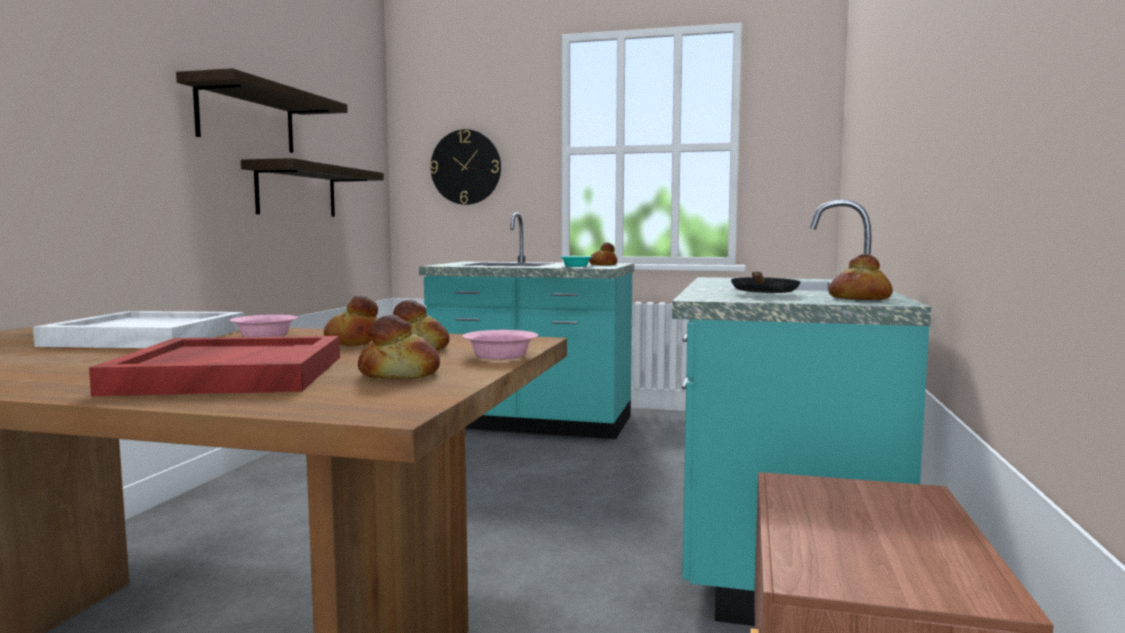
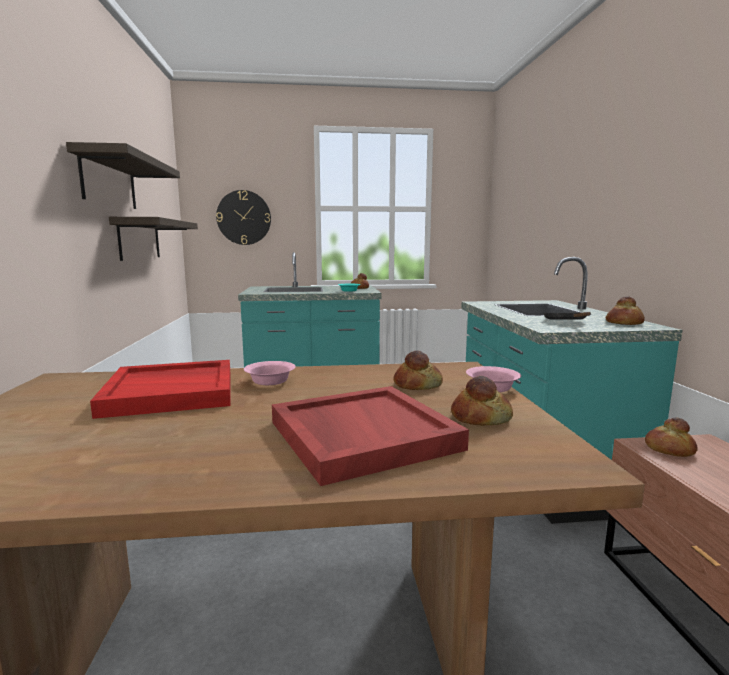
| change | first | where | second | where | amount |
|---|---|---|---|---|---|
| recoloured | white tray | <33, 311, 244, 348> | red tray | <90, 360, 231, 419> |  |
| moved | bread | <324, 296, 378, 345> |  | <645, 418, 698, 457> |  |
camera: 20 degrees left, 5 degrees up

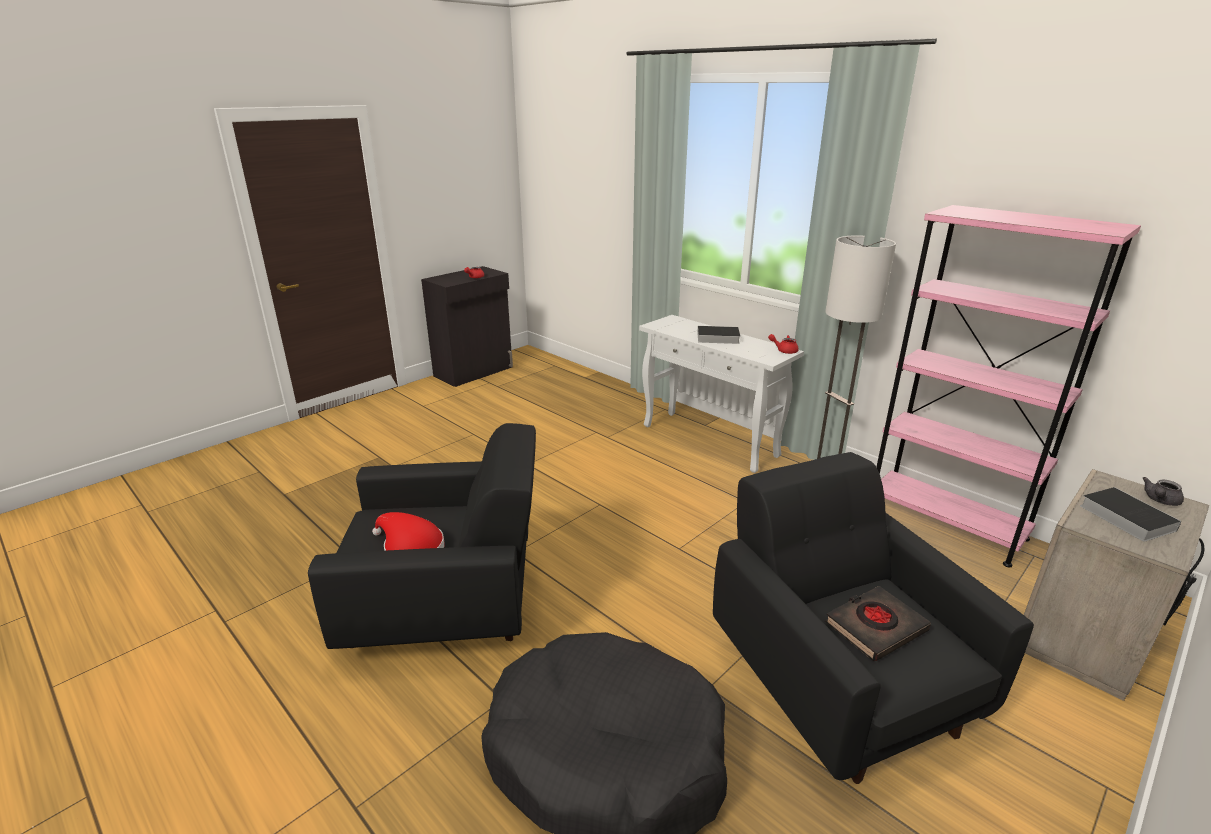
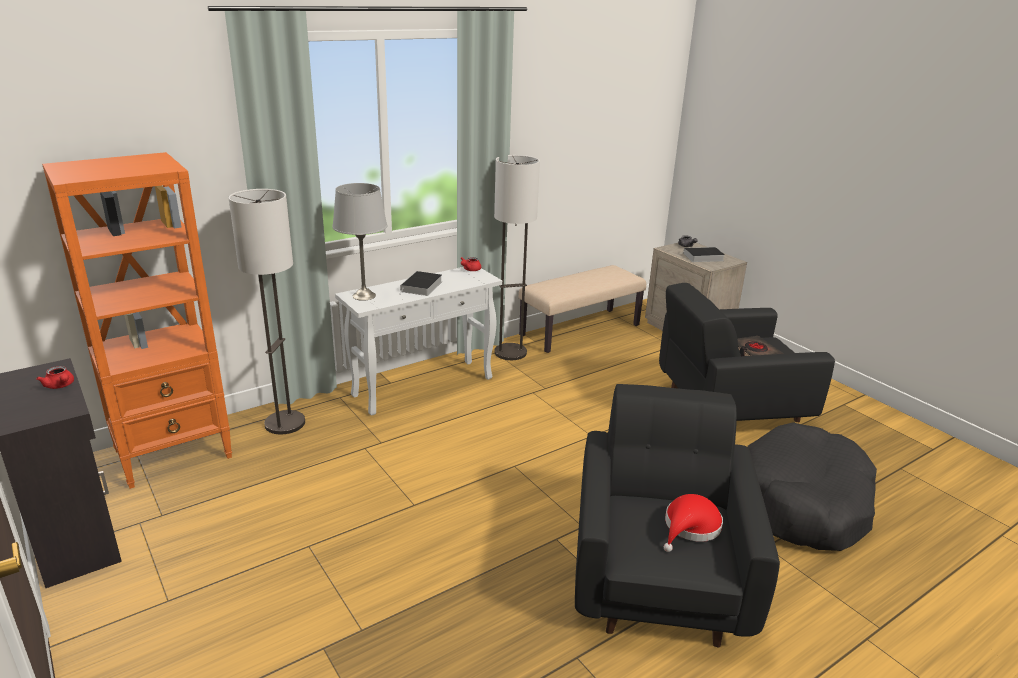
| change | first | where | second | where | amount |
|---|---|---|---|---|---|
| added |  |  | orange bookcase | <42, 152, 232, 489> |  |
| added |  |  | floor lamp | <228, 189, 305, 434> |  |
| added |  |  | grey table lamp | <332, 183, 387, 301> |  |
| replaced | pink bookcase | <877, 205, 1141, 567> | beige bench | <519, 265, 646, 353> |  |
camera: 80 degrees left, 0 degrees up

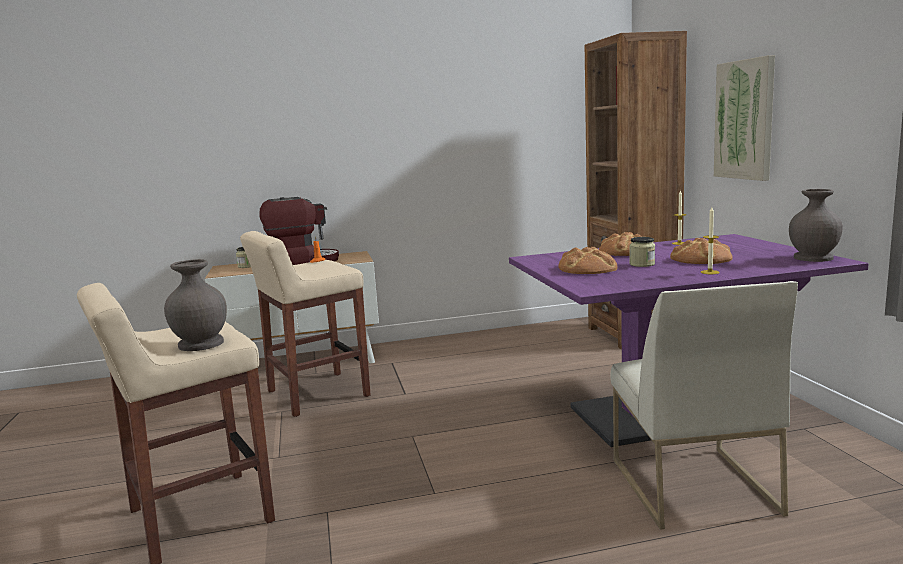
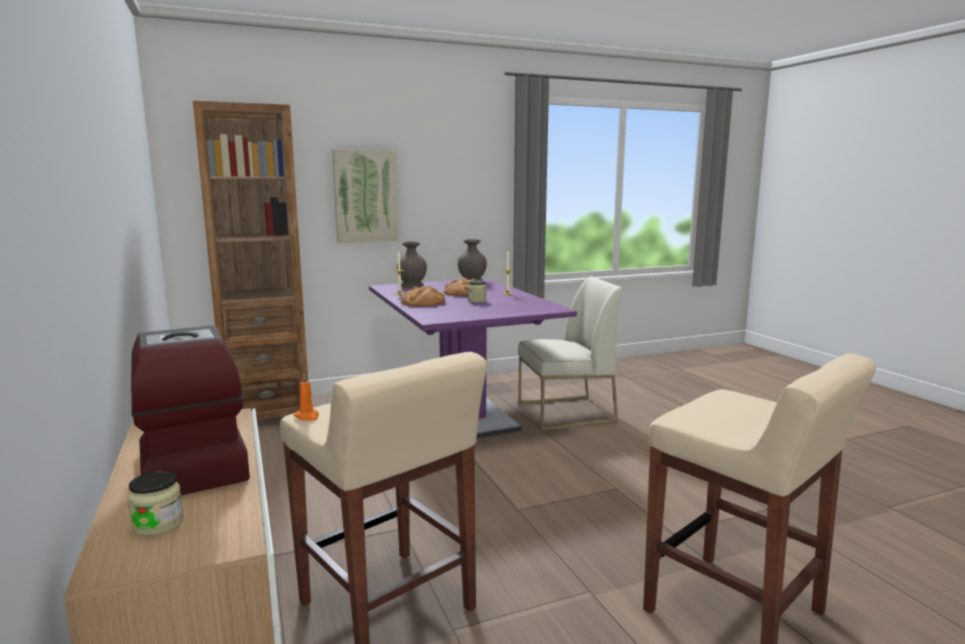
| change | first | where | second | where | amount |
|---|---|---|---|---|---|
| moved | grey vase | <164, 259, 227, 351> |  | <397, 242, 427, 288> |  |
| removed | bread | <558, 247, 618, 274> |  |  |  |
camera: 100 degrees left, 0 degrees up

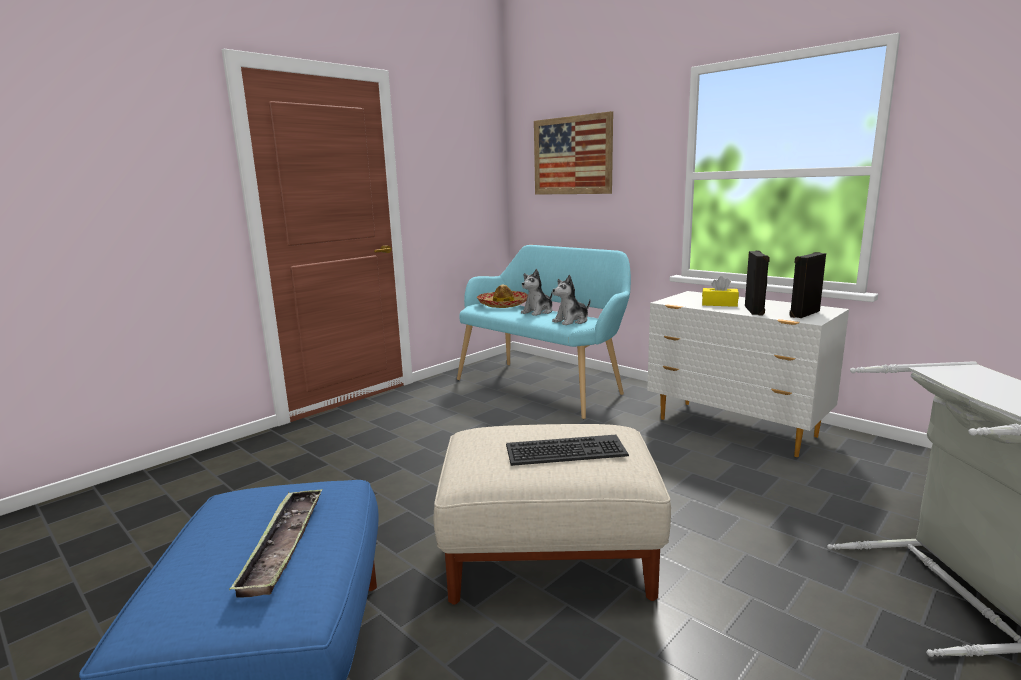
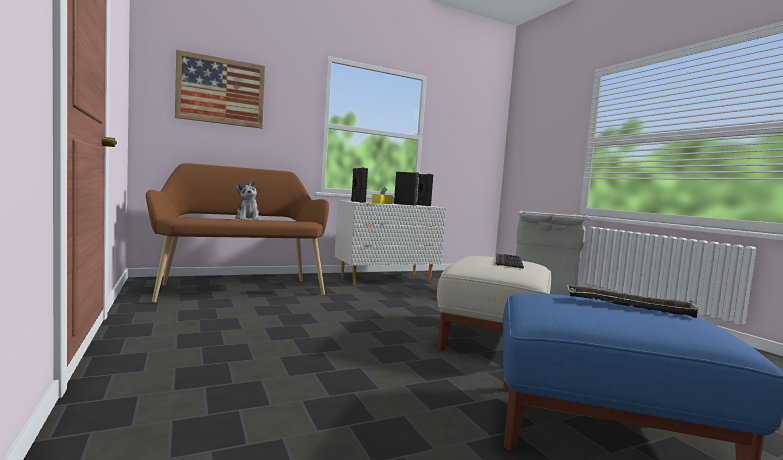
| change | first | where | second | where | amount |
|---|---|---|---|---|---|
| recoloured | turquoise bench | <457, 245, 631, 419> | brown bench | <146, 163, 329, 303> |  |
| added |  |  | black speaker | <351, 168, 368, 203> |  |
| removed | hat | <477, 284, 528, 308> |  |  |  |
| removed | plush toy | <552, 275, 590, 325> |  |  |  |
camera: 70 degrees left, 10 degrees down

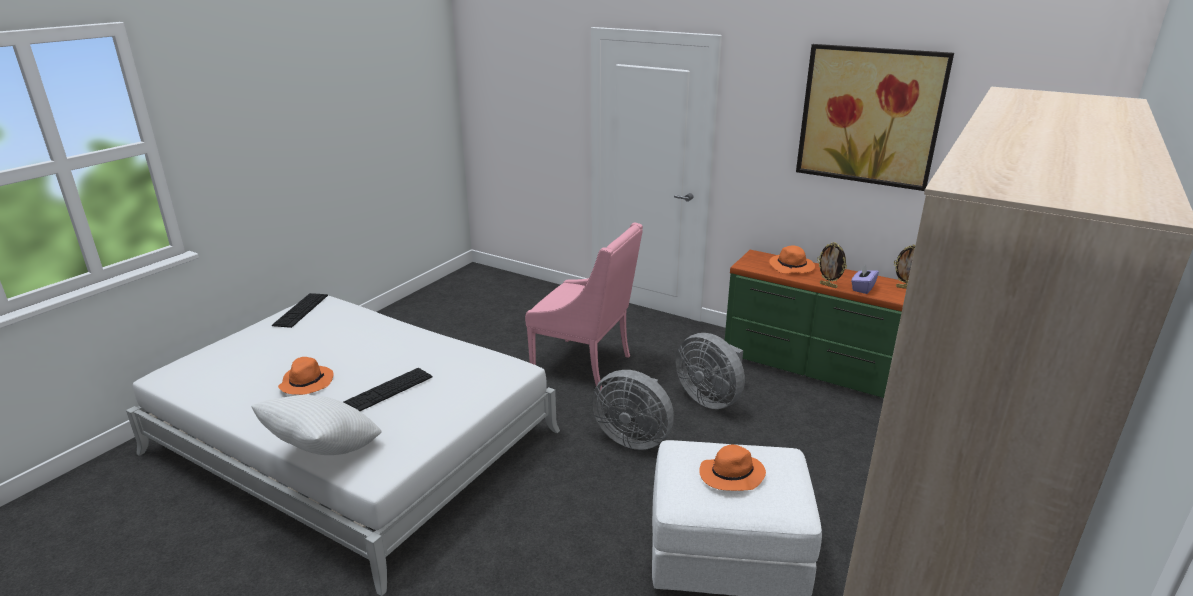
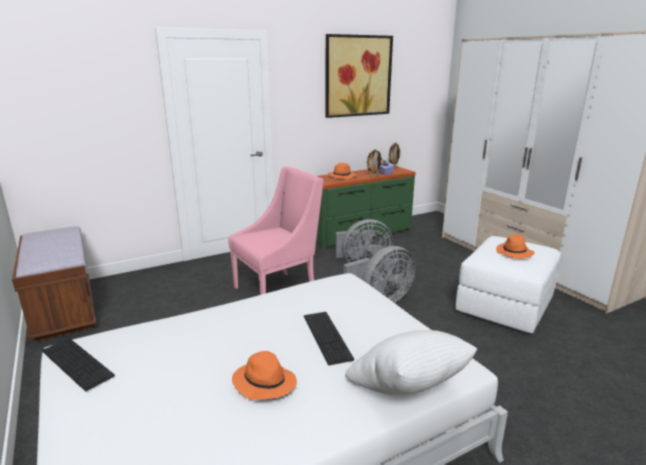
| change | first | where | second | where | amount |
|---|---|---|---|---|---|
| added |  |  | brown bench | <12, 226, 96, 342> |  |
camera: 60 degrees left, 5 degrees down

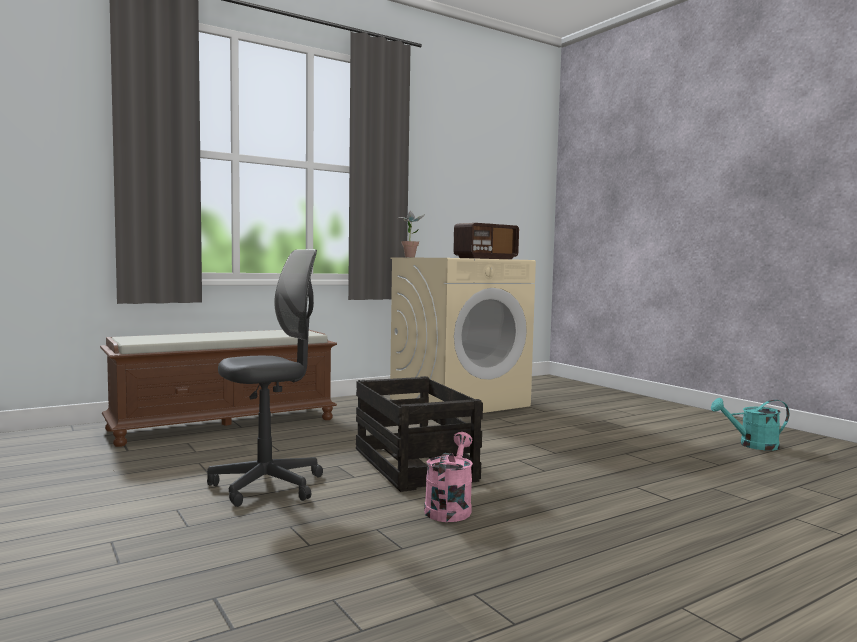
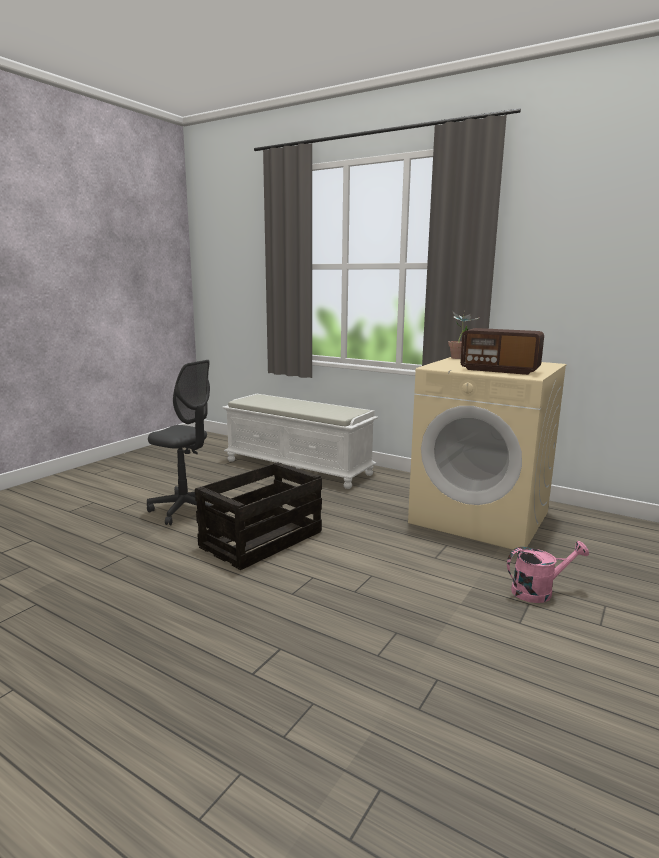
| change | first | where | second | where | amount |
|---|---|---|---|---|---|
| recoloured | brown bench | <100, 330, 337, 447> | white bench | <222, 394, 378, 489> |  |
| moved | pink watering can | <424, 432, 473, 522> |  | <507, 541, 589, 603> |  |
| removed | turquoise watering can | <711, 398, 789, 451> |  |  |  |
camera: 65 degrees right, 10 degrees up

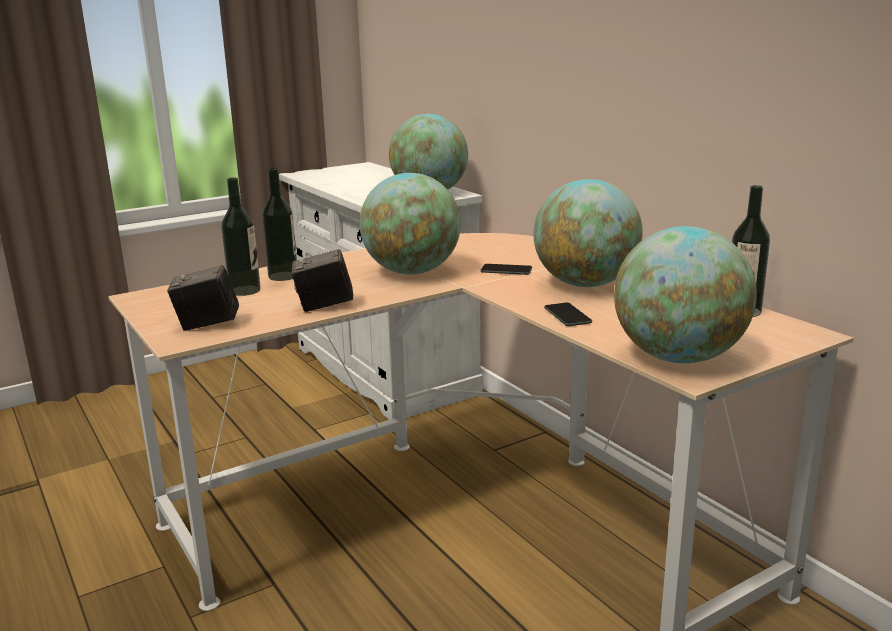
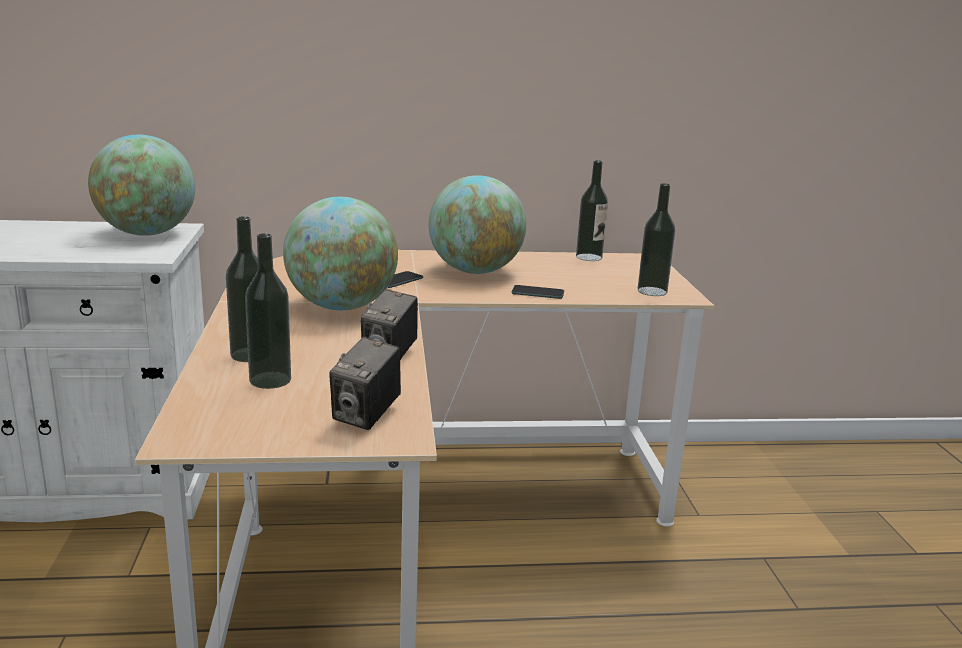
| change | first | where | second | where | amount |
|---|---|---|---|---|---|
| replaced | globe | <614, 226, 757, 363> | bottle | <638, 183, 675, 296> |  |
camera: 65 degrees left, 0 degrees up

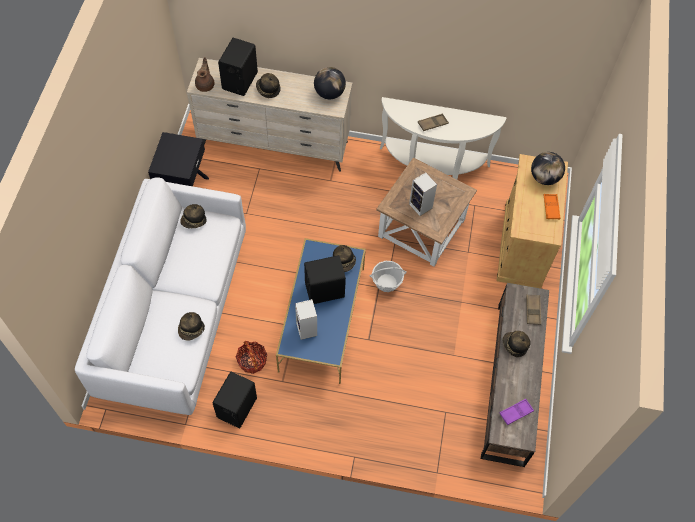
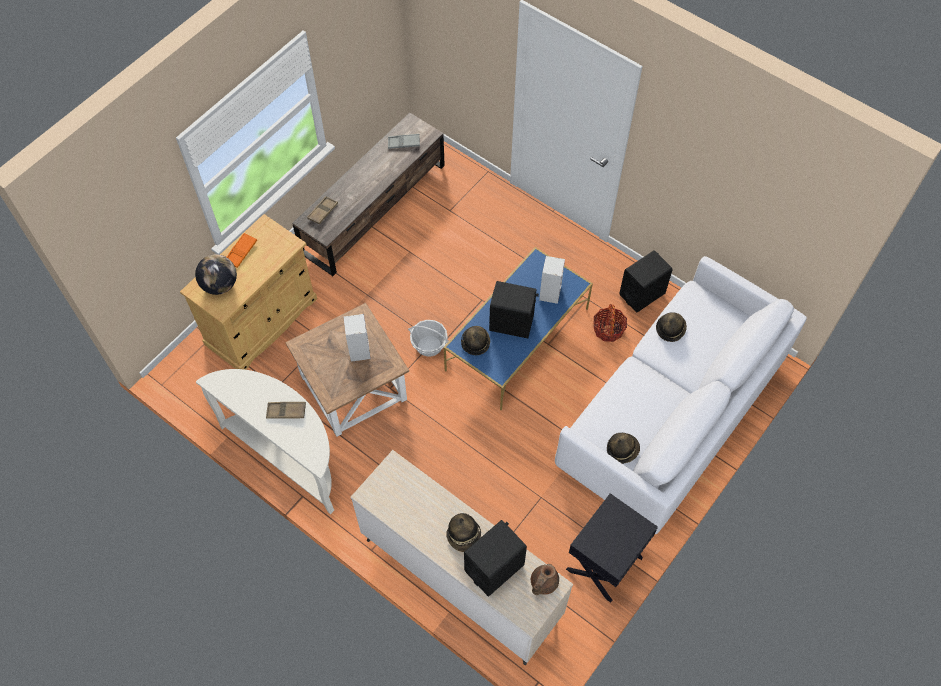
| change | first | where | second | where | amount |
|---|---|---|---|---|---|
| recoloured | purple tray | <499, 399, 534, 425> | grey tray | <388, 134, 420, 149> |  |
| removed | globe | <314, 67, 346, 99> |  |  |  |
| removed | hat | <503, 331, 531, 357> |  |  |  |
camera: 150 degrees left, 0 degrees up

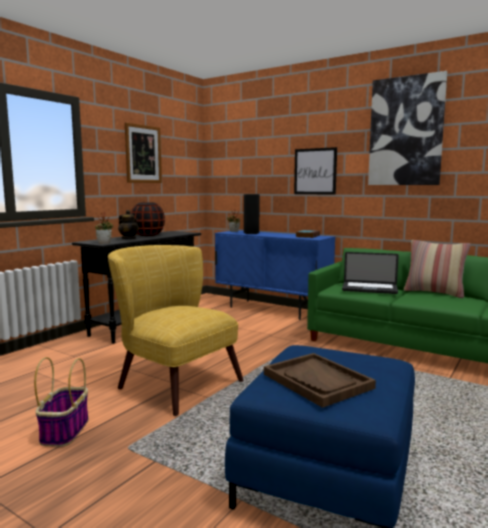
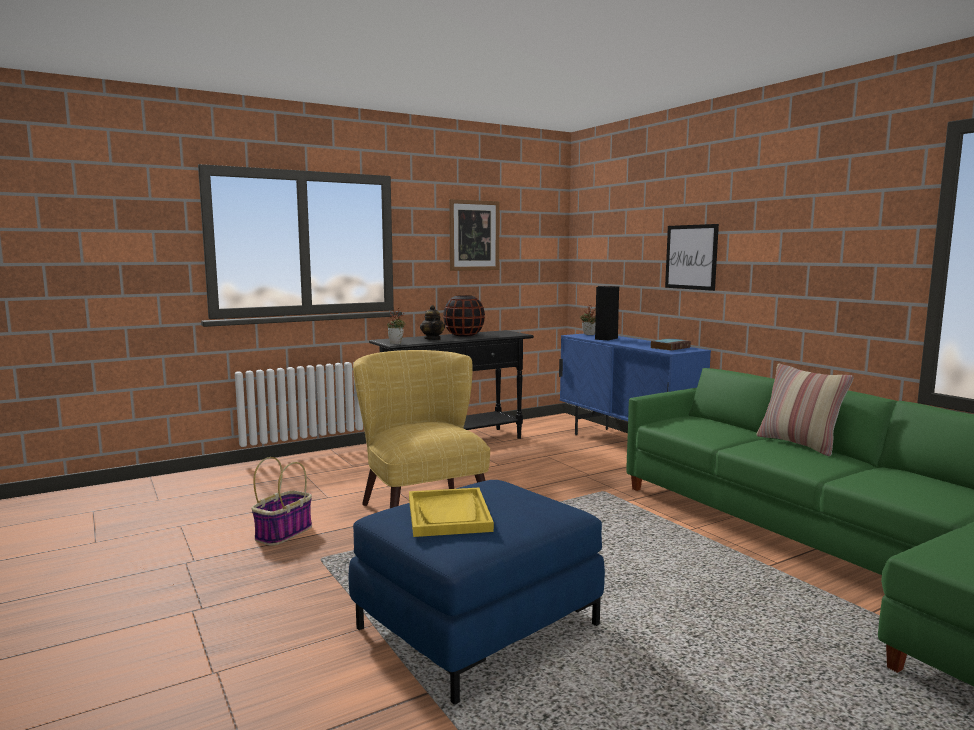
| change | first | where | second | where | amount |
|---|---|---|---|---|---|
| recoloured | brown tray | <264, 353, 376, 408> | yellow tray | <409, 488, 494, 537> |  |
| removed | laptop | <342, 252, 399, 294> |  |  |  |
| removed | picture | <368, 71, 447, 185> |  |  |  |
camera: 25 degrees right, 0 degrees up

